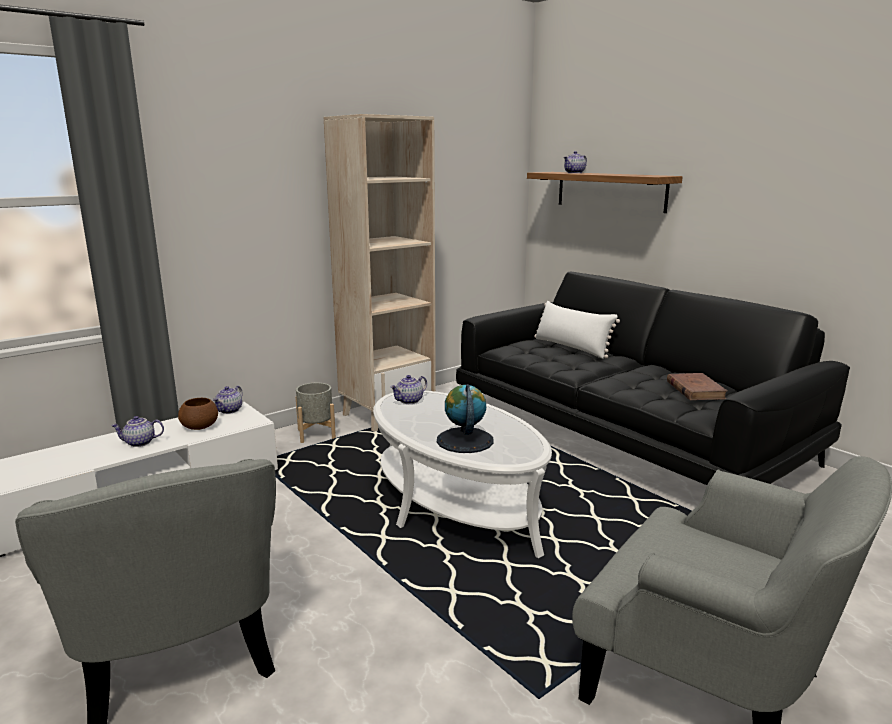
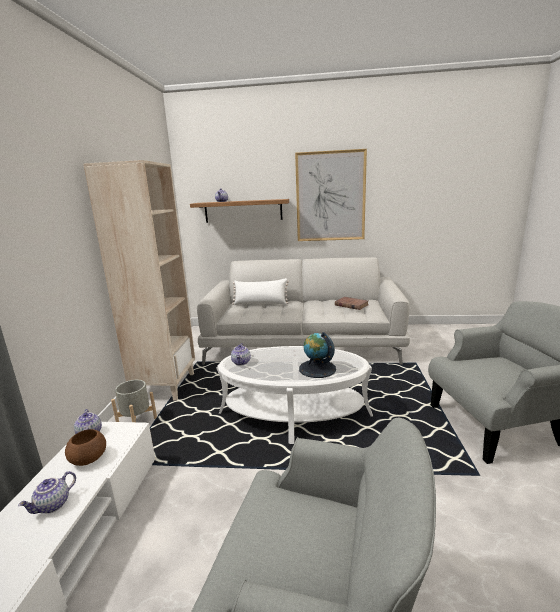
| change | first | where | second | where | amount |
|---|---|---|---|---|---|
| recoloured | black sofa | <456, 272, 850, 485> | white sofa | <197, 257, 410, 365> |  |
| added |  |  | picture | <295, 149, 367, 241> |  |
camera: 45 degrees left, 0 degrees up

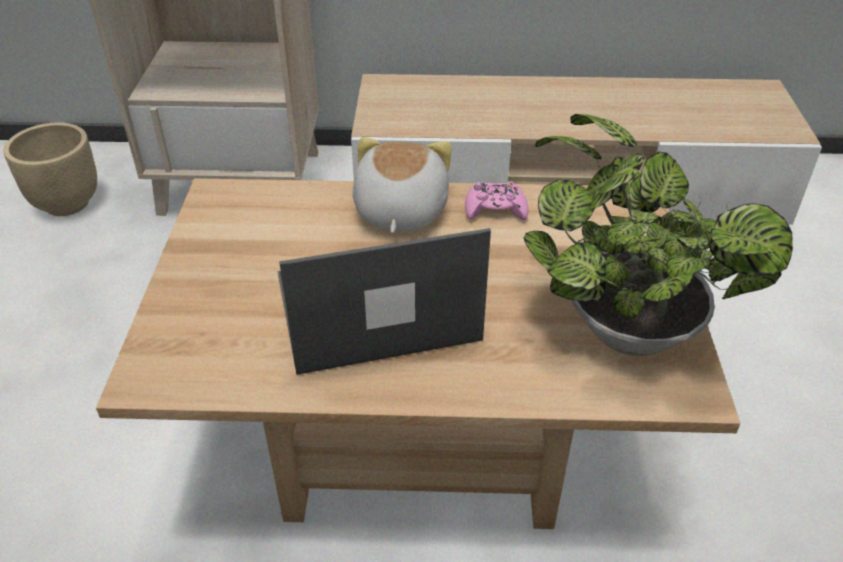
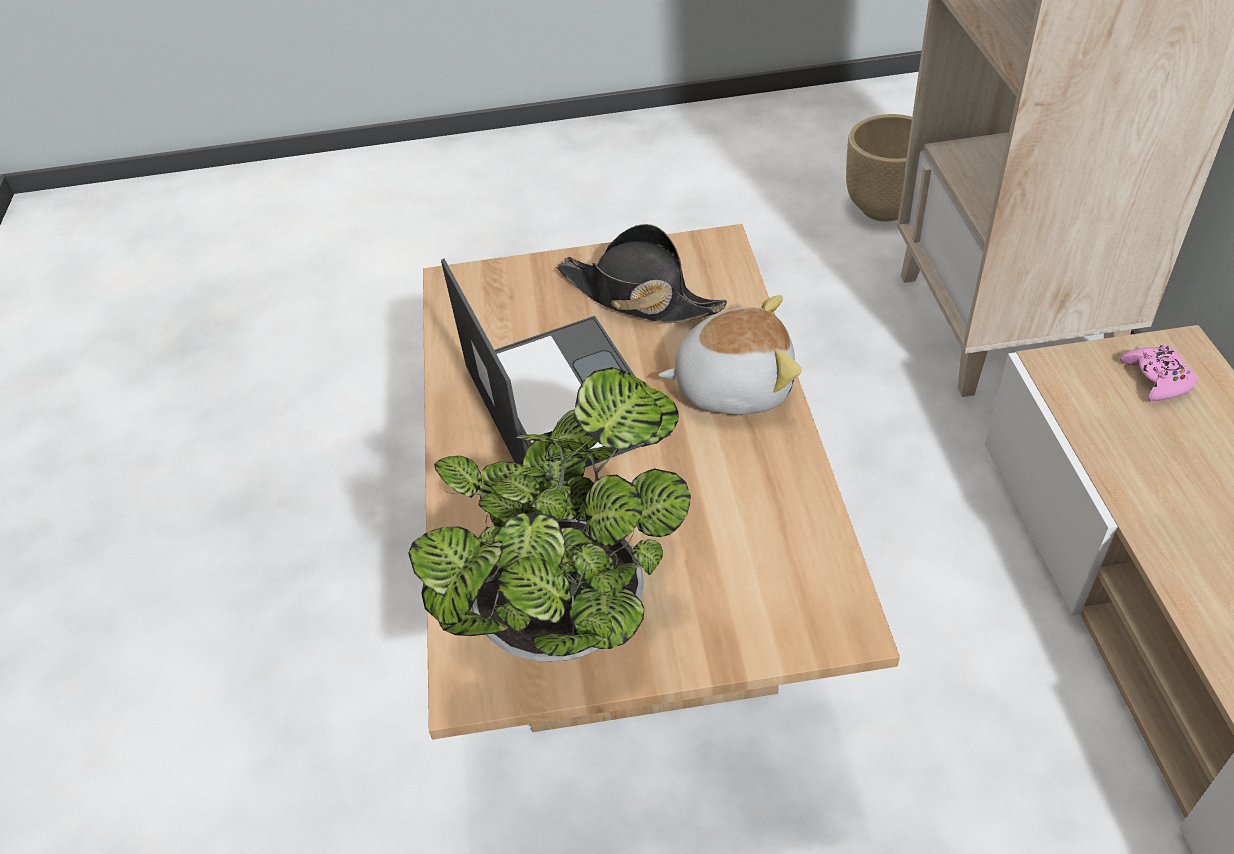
| change | first | where | second | where | amount |
|---|---|---|---|---|---|
| added |  |  | black hat | <557, 224, 727, 323> |  |
| moved | pink game controller | <465, 182, 528, 220> |  | <1120, 344, 1197, 401> |  |
camera: 85 degrees right, 5 degrees up

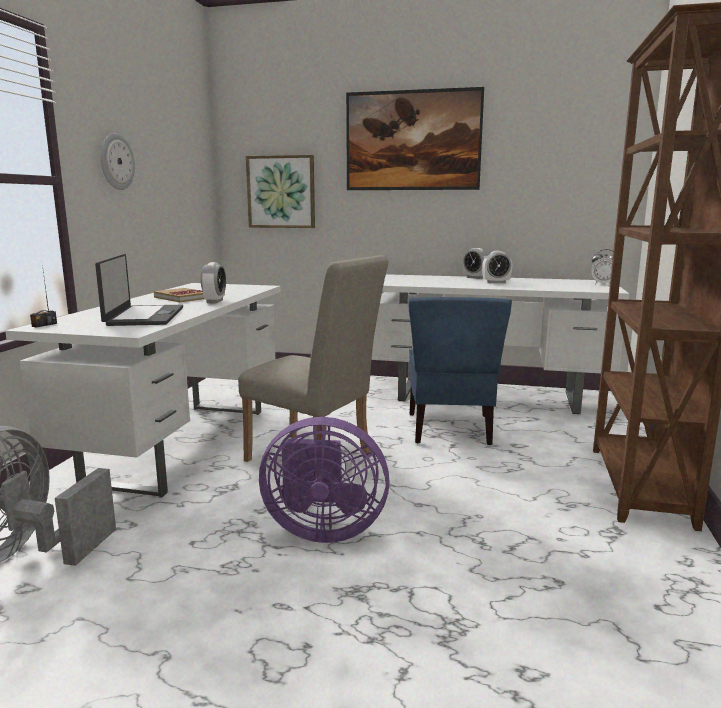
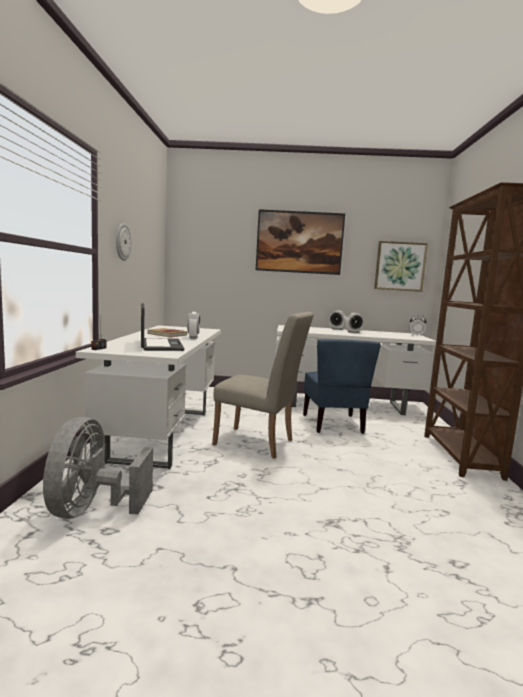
| change | first | where | second | where | amount |
|---|---|---|---|---|---|
| moved | picture | <246, 155, 315, 228> |  | <374, 241, 428, 292> |  |
| removed | purple fan | <259, 417, 390, 543> |  |  |  |
camera: 10 degrees left, 5 degrees down

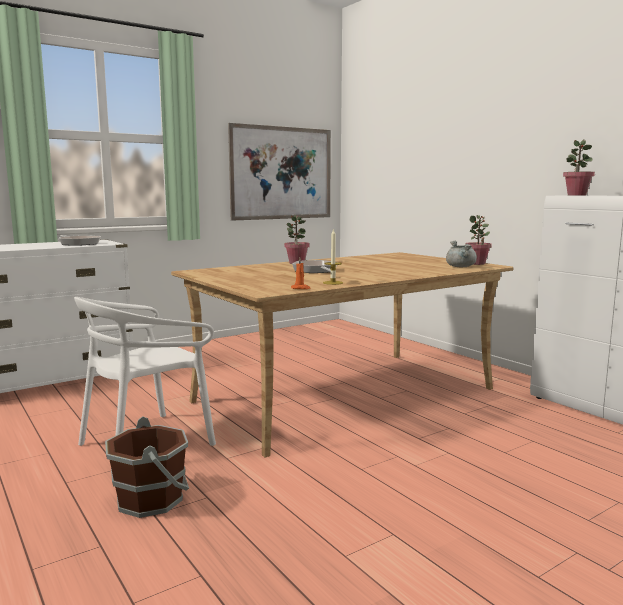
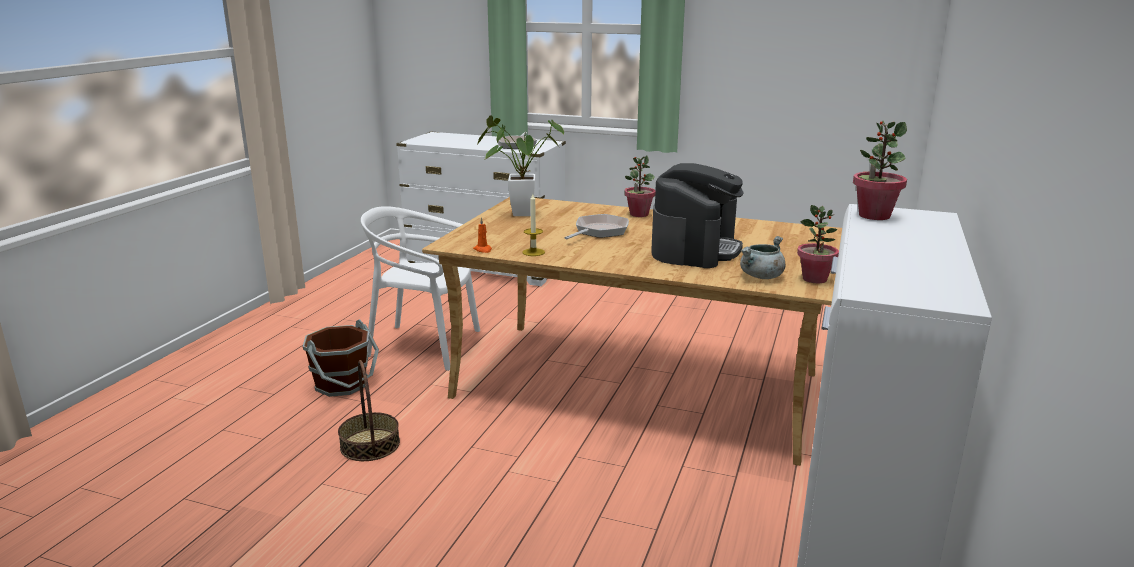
| change | first | where | second | where | amount |
|---|---|---|---|---|---|
| added |  |  | basket | <338, 360, 400, 461> |  |
| added |  |  | potted plant | <477, 115, 564, 216> |  |
| added |  |  | coffee machine | <651, 163, 744, 268> |  |
| removed | picture | <228, 123, 331, 220> |  |  |  |
camera: 55 degrees right, 10 degrees up

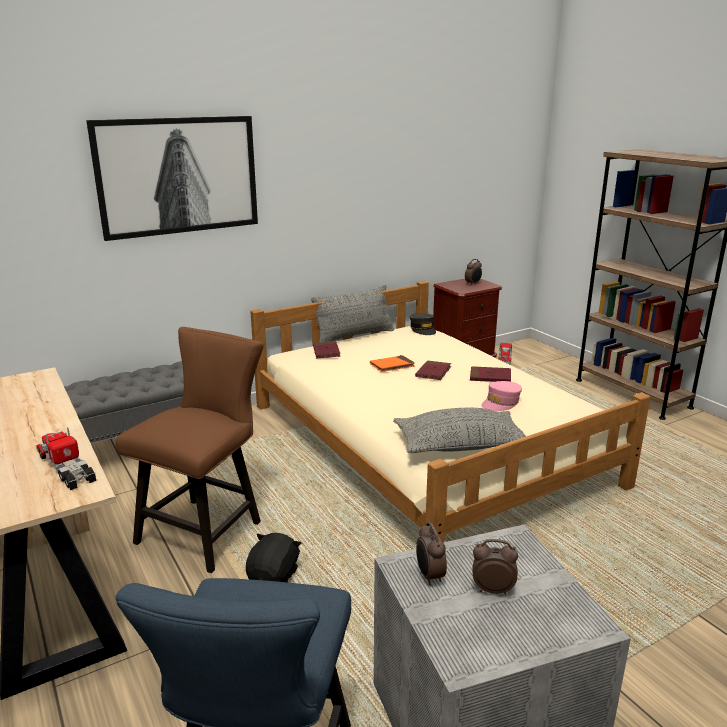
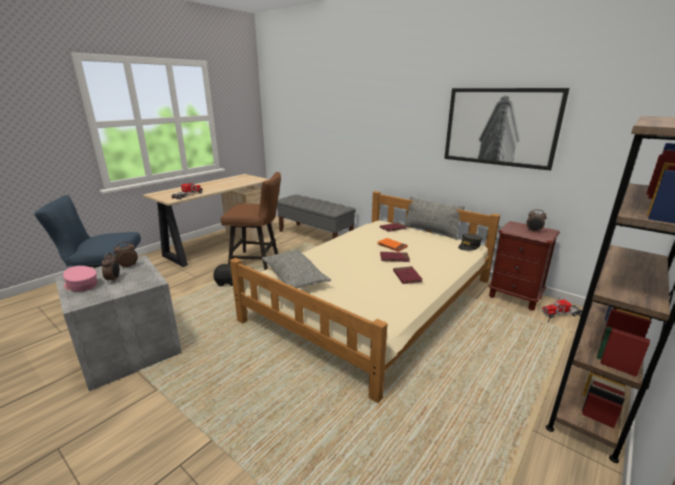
| change | first | where | second | where | amount |
|---|---|---|---|---|---|
| moved | pink cap | <481, 381, 522, 411> |  | <63, 266, 97, 292> |  |
| moved | picture | <86, 116, 258, 241> |  | <444, 88, 569, 171> |  |
camera: 70 degrees right, 0 degrees up

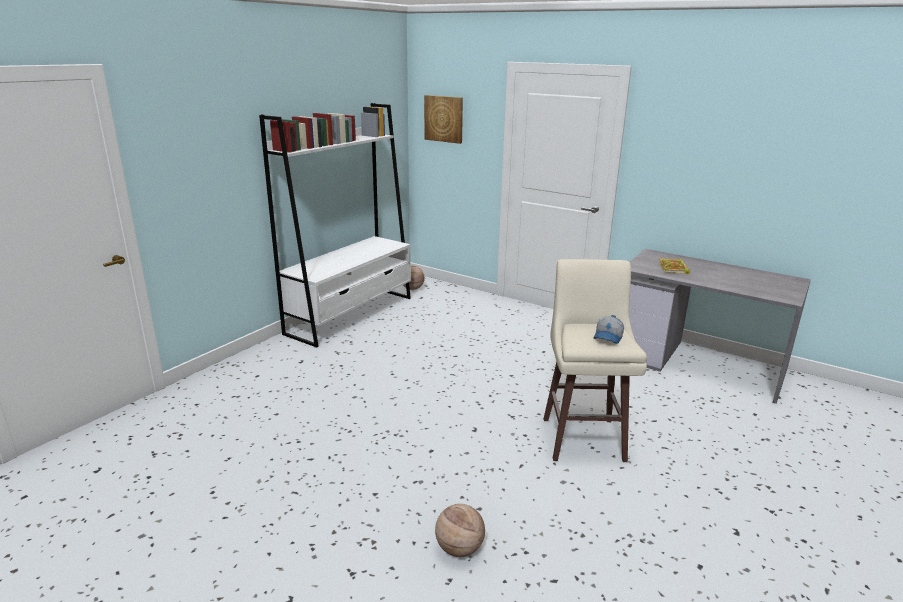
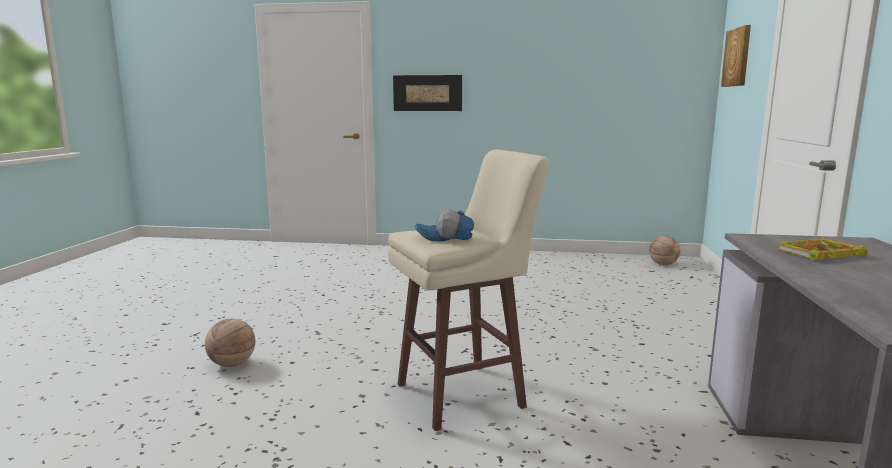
| change | first | where | second | where | amount |
|---|---|---|---|---|---|
| added |  |  | picture | <393, 75, 462, 111> |  |
| removed | white bookcase | <259, 103, 411, 348> |  |  |  |
camera: 65 degrees right, 10 degrees down

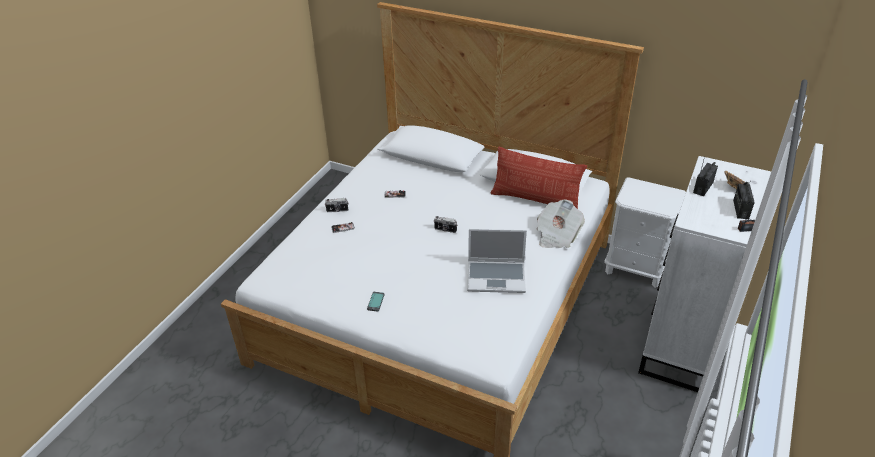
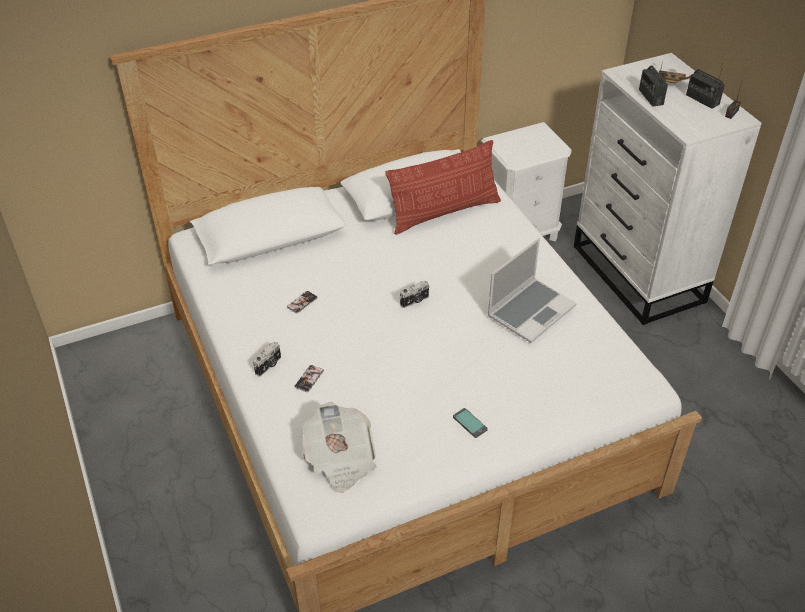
| change | first | where | second | where | amount |
|---|---|---|---|---|---|
| moved | newspaper | <537, 199, 585, 248> |  | <302, 402, 376, 493> |  |
camera: 50 degrees left, 5 degrees up

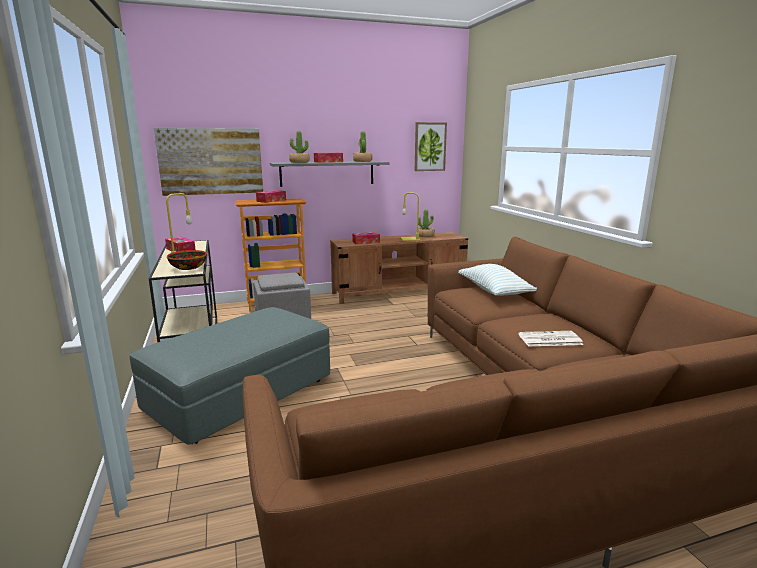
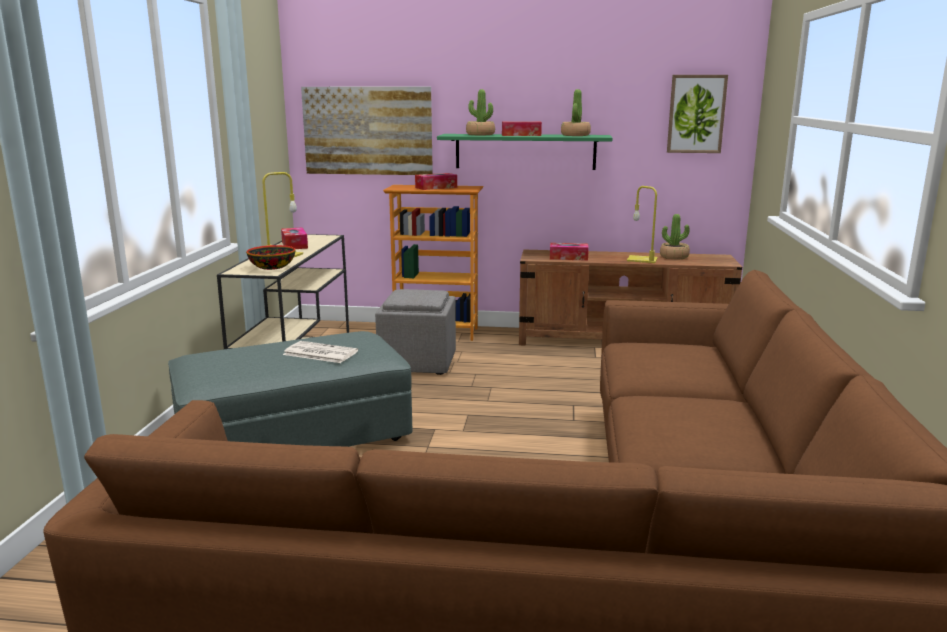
| change | first | where | second | where | amount |
|---|---|---|---|---|---|
| moved | newspaper | <518, 331, 583, 347> |  | <283, 341, 358, 363> |  |
| recoloured | grey shelf | <270, 161, 390, 187> | green shelf | <437, 134, 613, 170> |  |
| removed | pillow | <458, 264, 537, 296> |  |  |  |
camera: 25 degrees right, 0 degrees up

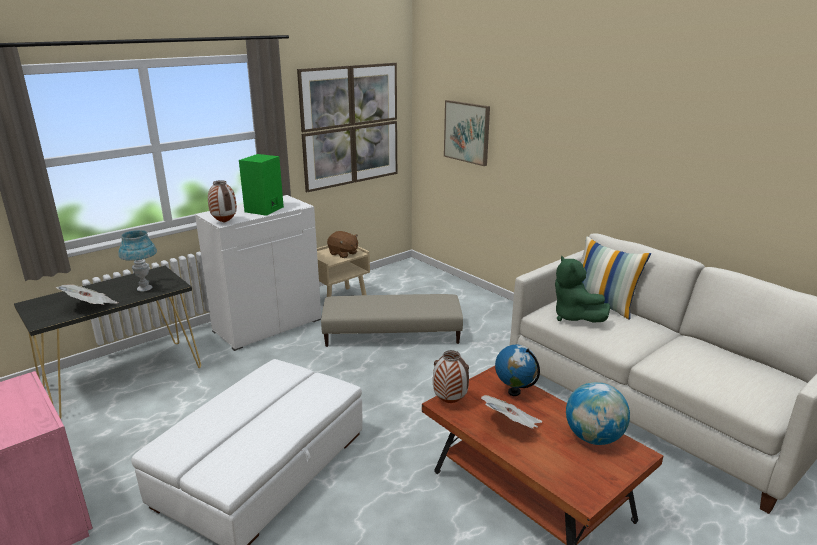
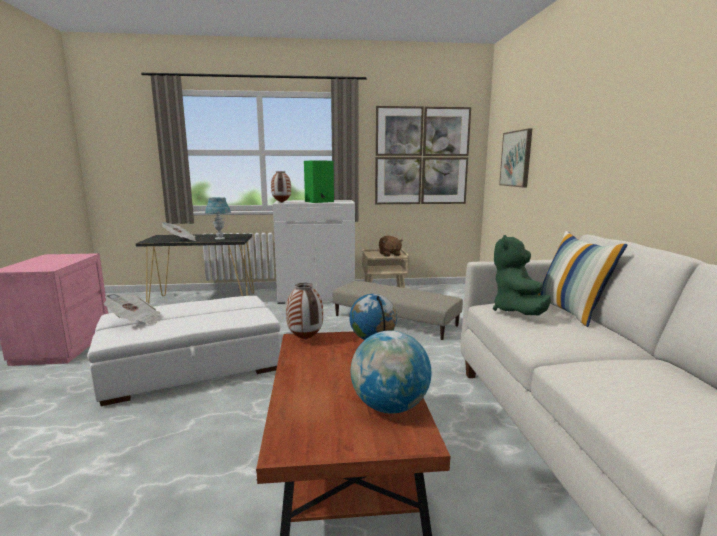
| change | first | where | second | where | amount |
|---|---|---|---|---|---|
| moved | newspaper | <481, 395, 543, 429> |  | <104, 294, 160, 325> |  |
camera: 35 degrees right, 10 degrees down

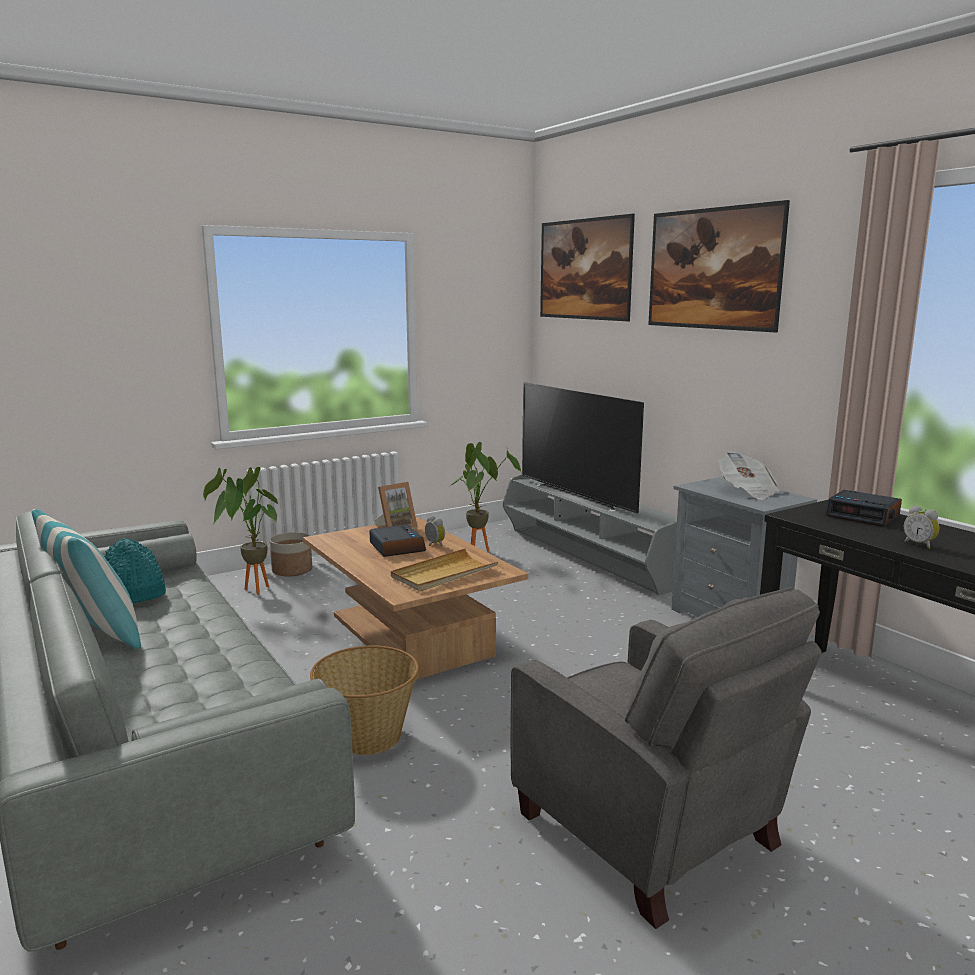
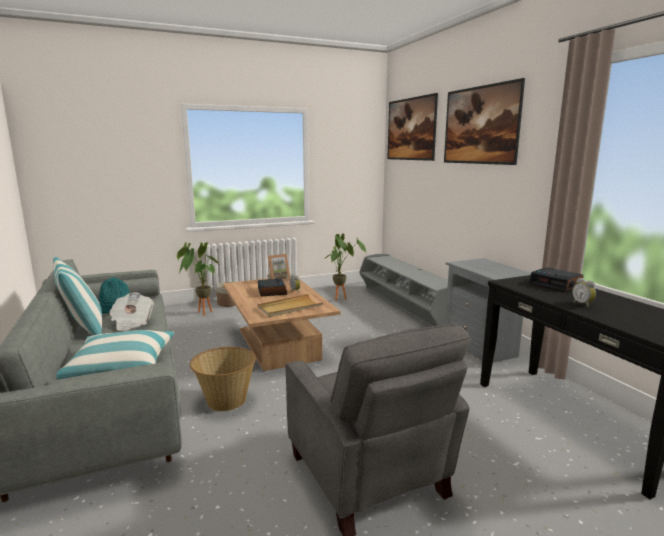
| change | first | where | second | where | amount |
|---|---|---|---|---|---|
| added |  |  | pillow | <57, 330, 174, 380> |  |
| moved | newspaper | <718, 451, 780, 500> |  | <109, 292, 154, 331> |  |
| removed | television | <522, 382, 644, 514> |  |  |  |
camera: 10 degrees right, 0 degrees up

